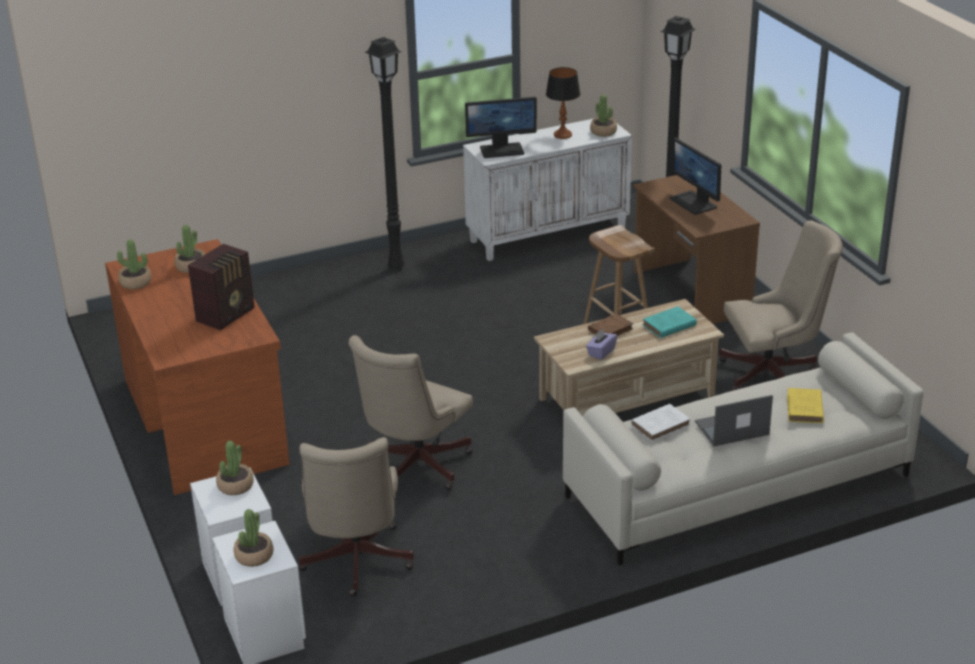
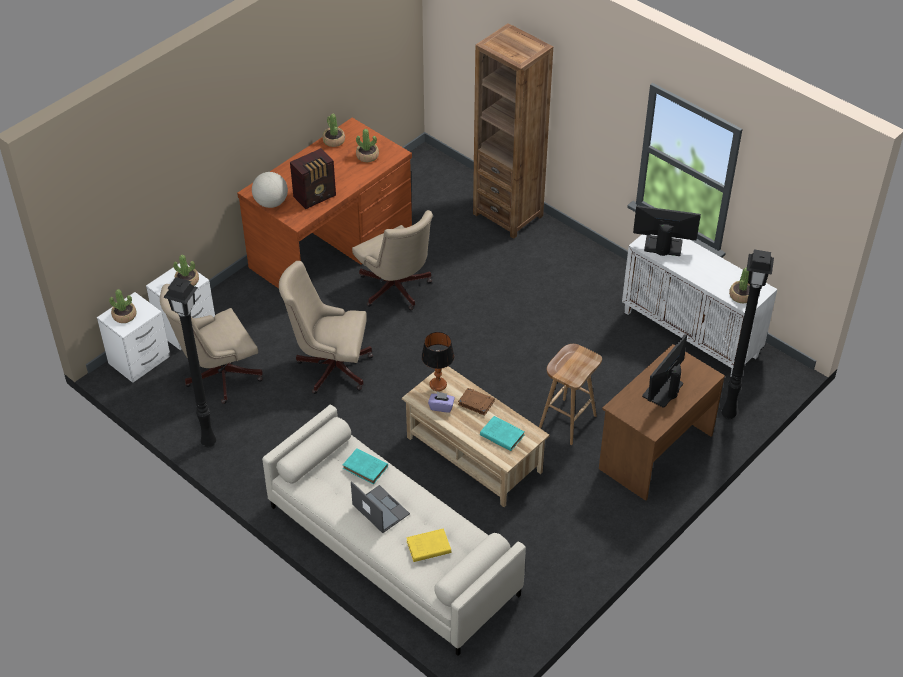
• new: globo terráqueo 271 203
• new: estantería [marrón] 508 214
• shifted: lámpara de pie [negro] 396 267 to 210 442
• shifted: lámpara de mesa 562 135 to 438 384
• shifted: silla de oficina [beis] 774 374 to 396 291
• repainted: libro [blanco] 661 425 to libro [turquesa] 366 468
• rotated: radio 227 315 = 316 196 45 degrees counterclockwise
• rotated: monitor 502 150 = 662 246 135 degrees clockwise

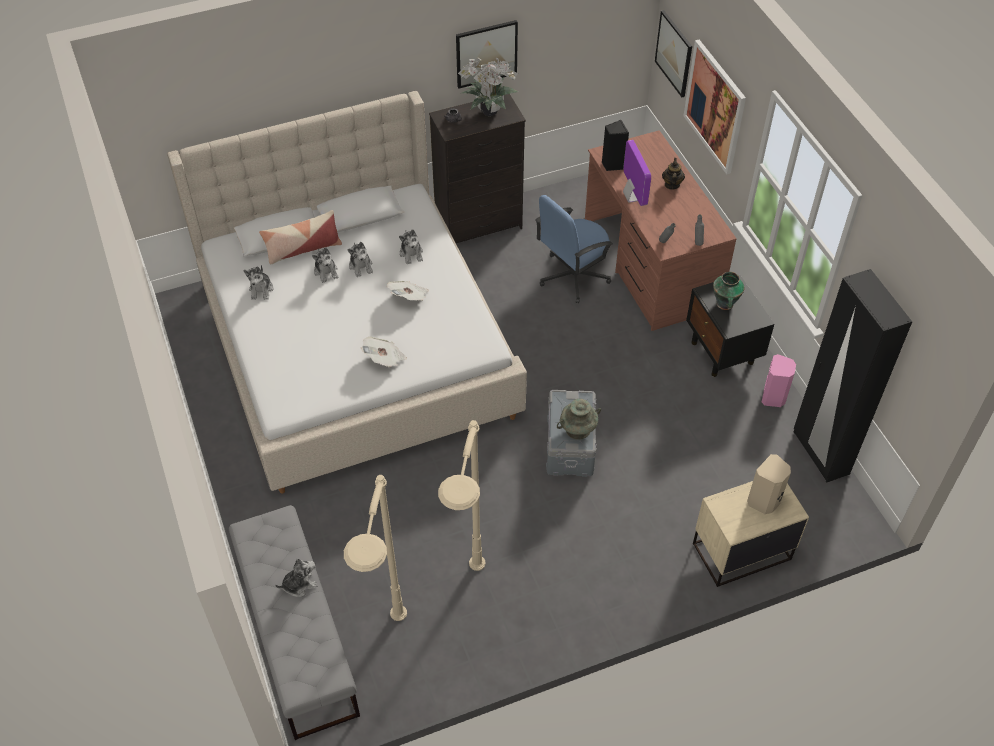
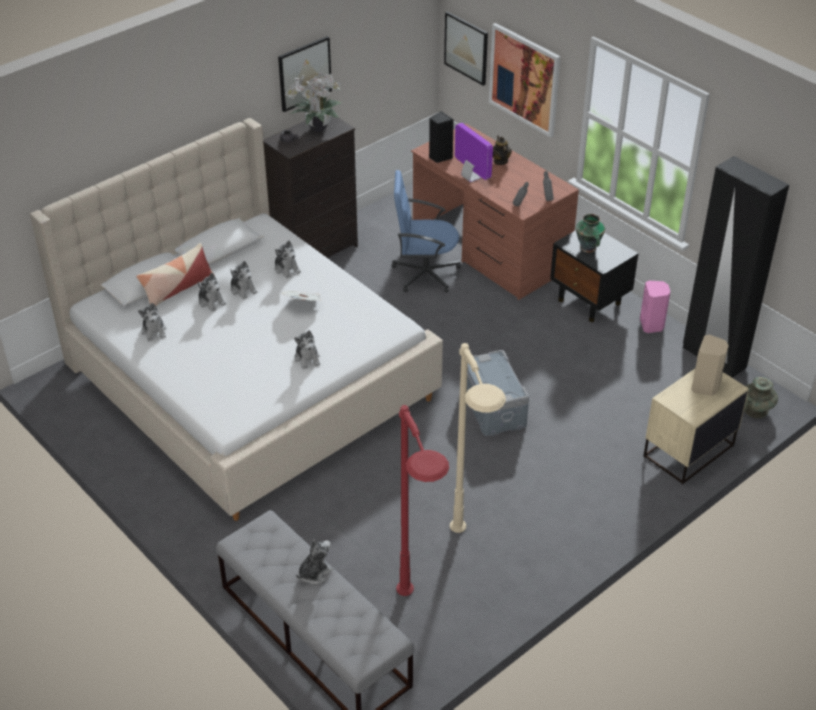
• shifted: florero [turquesa] 577 429 to 755 410
• swapped: periódico 384 359 to peluche 307 358
• repainted: lámpara de pie [beis] 390 663 to lámpara de pie [rojo] 418 633
• rotated: silla de oficina [azul] 572 276 = 424 274 60 degrees clockwise

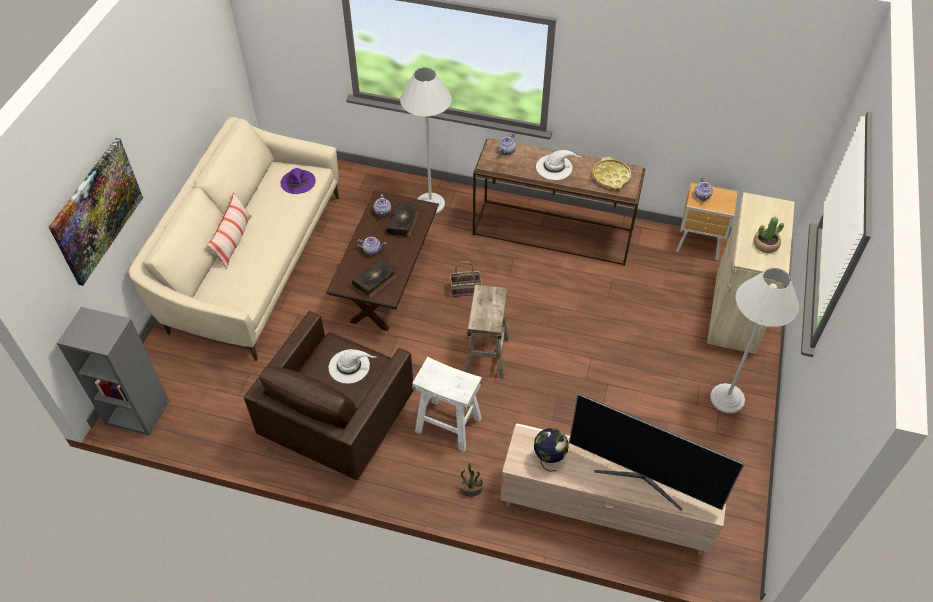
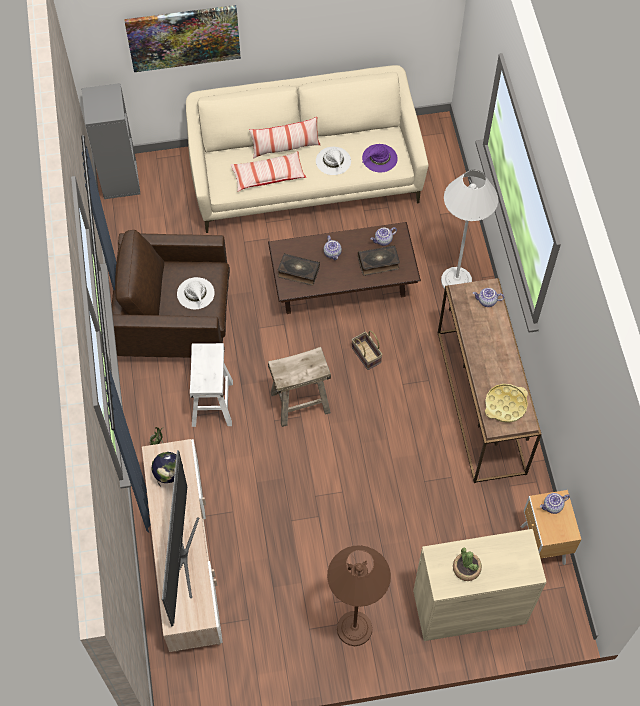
• new: cojín 268 176
• shifted: sombrero [blanco] 554 167 to 333 161
• repainted: lámpara de pie [blanco] 727 398 to lámpara de pie [marrón] 354 628

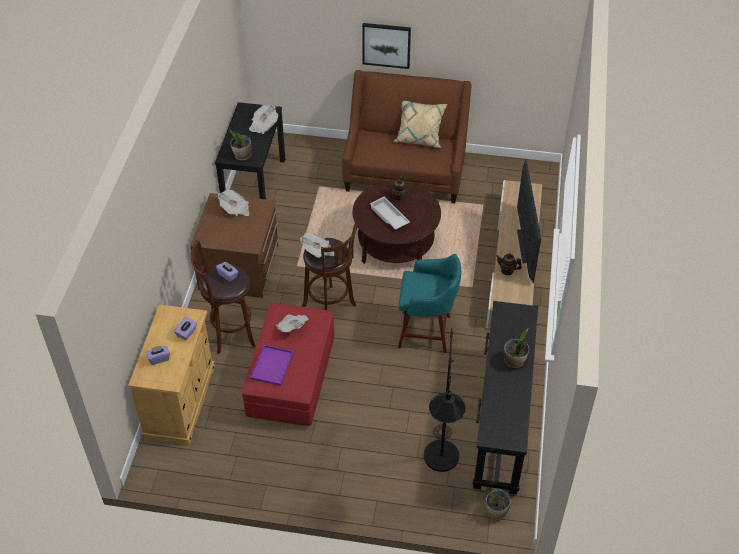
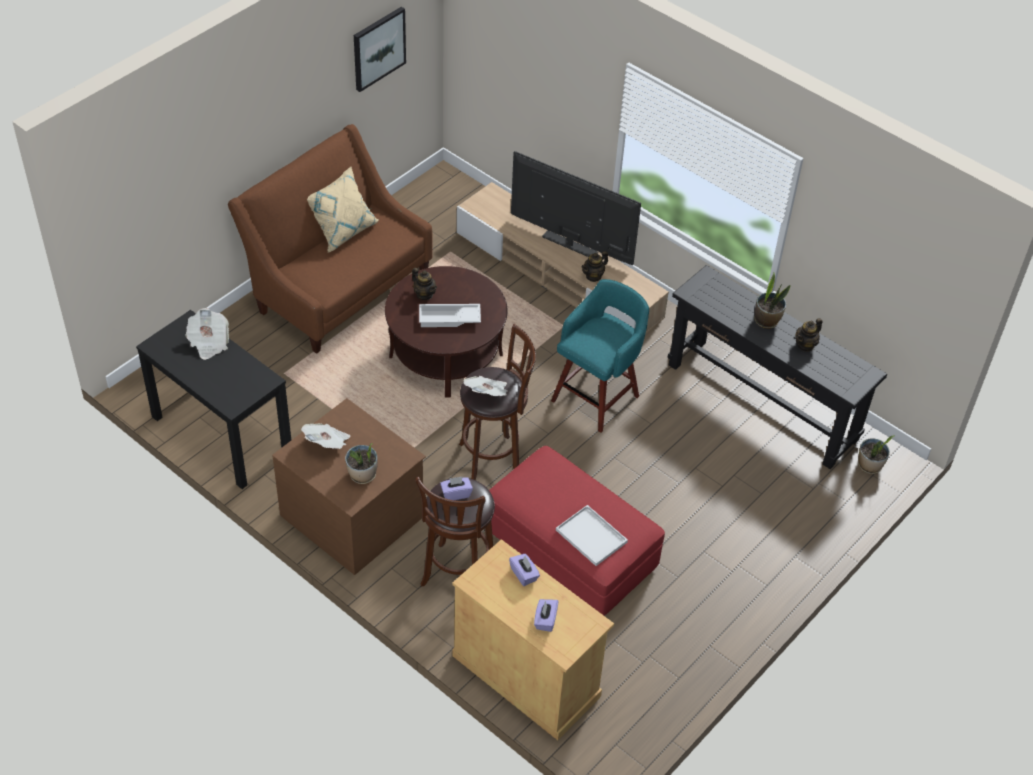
• gone: periódico 292 327
• gone: lámpara de pie [negro] 440 465
• new: tetera 805 345
• shifted: planta en maceta 242 155 to 362 475
• shifted: cuadro 386 45 to 378 48
• repainted: bandeja [morado] 272 365 to bandeja [blanco] 590 536

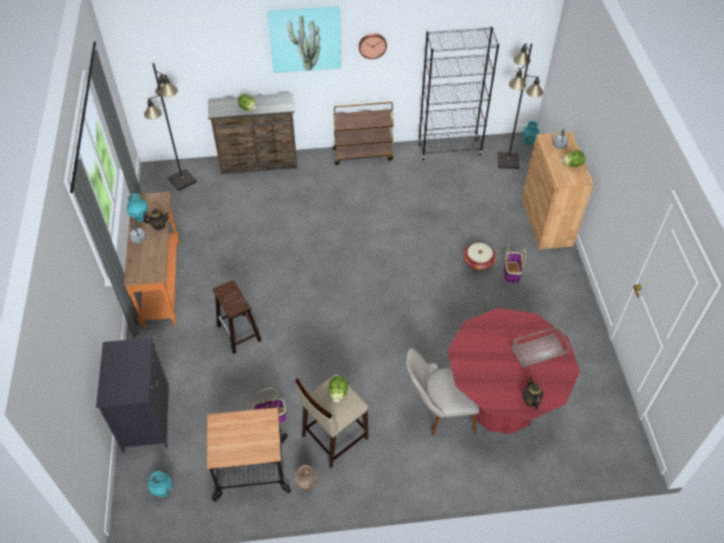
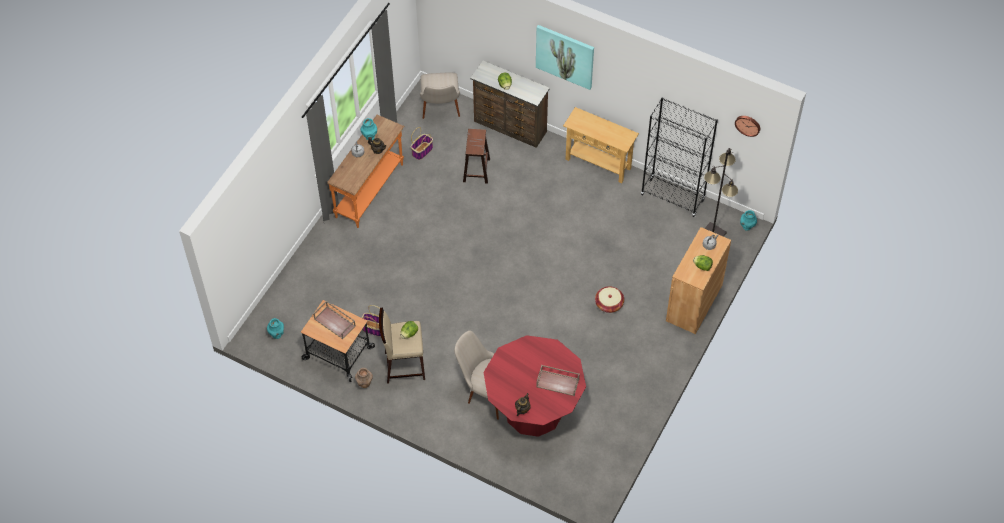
• gone: armario [negro] 146 417
• new: bandeja [marrón] 335 322
• shifted: taburete [marrón] 239 333 to 476 170
• shifted: reloj de pared 372 45 to 748 125
• shifted: cesta 511 272 to 422 151
• swapped: lámpara de pie [negro] 182 180 to silla [beis] 441 111
• swapped: carrito [marrón] 363 154 to mesa consola [beis] 598 163

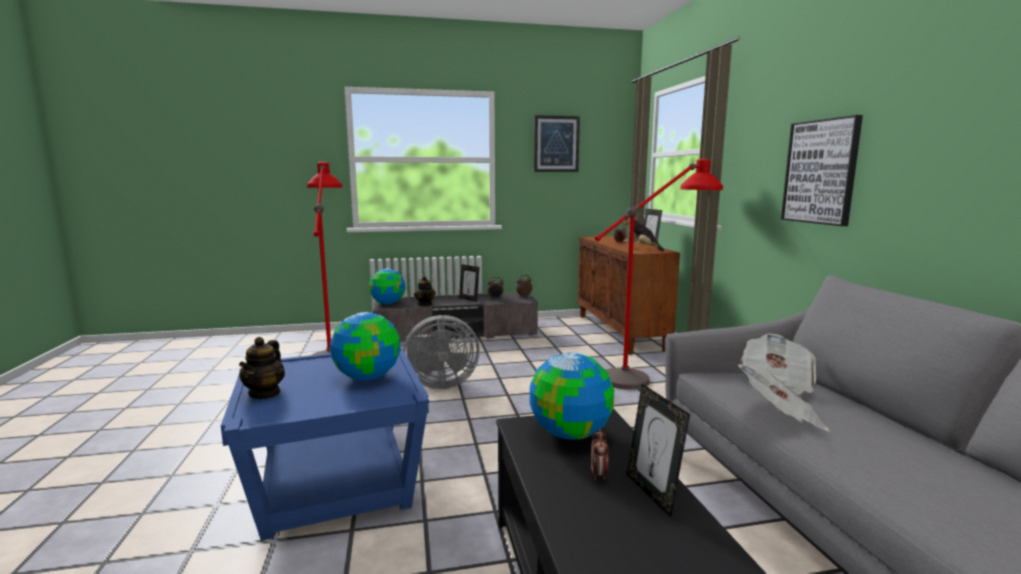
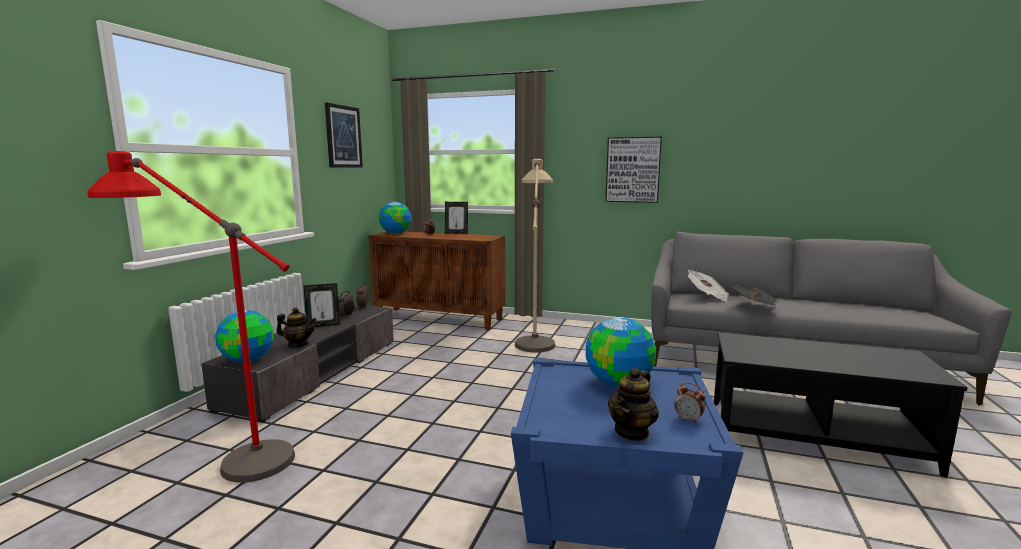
• gone: ventilador [gris] 439 384
• gone: peluche 641 248
• gone: portarretratos 652 493
• shifted: globo terráqueo 570 433 to 395 233
• shifted: despertador 598 474 to 688 419
• repainted: lámpara de pie [rojo] 651 374 to lámpara de pie [beis] 535 335
• rotated: tetera 265 393 = 632 432 90 degrees clockwise

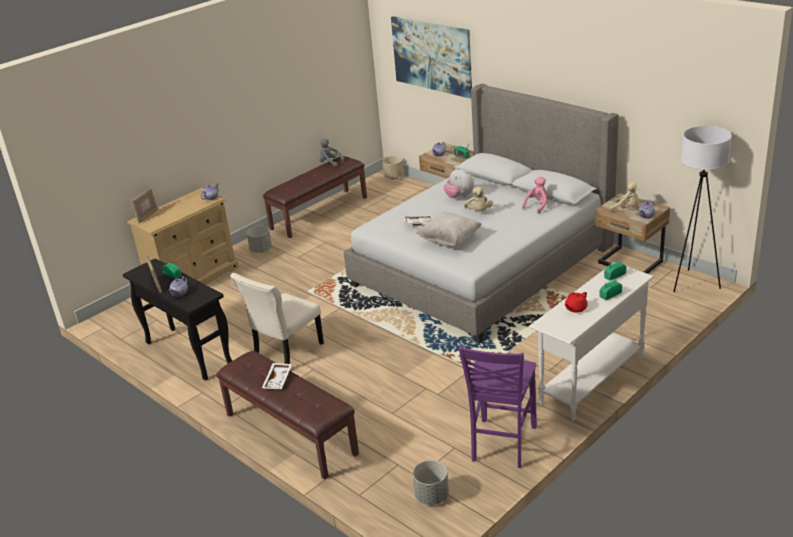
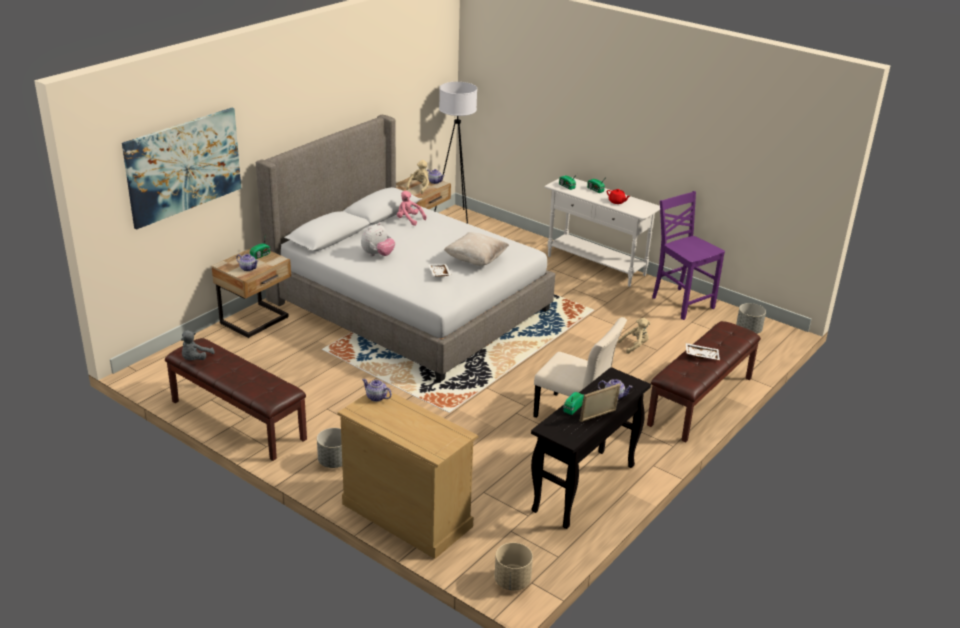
• gone: portarretratos 147 216
• shifted: maceta [beis] 394 177 to 512 581
• shifted: peluche [beis] 478 212 to 635 346
• rotated: silla [morado] 502 444 = 681 303 135 degrees counterclockwise

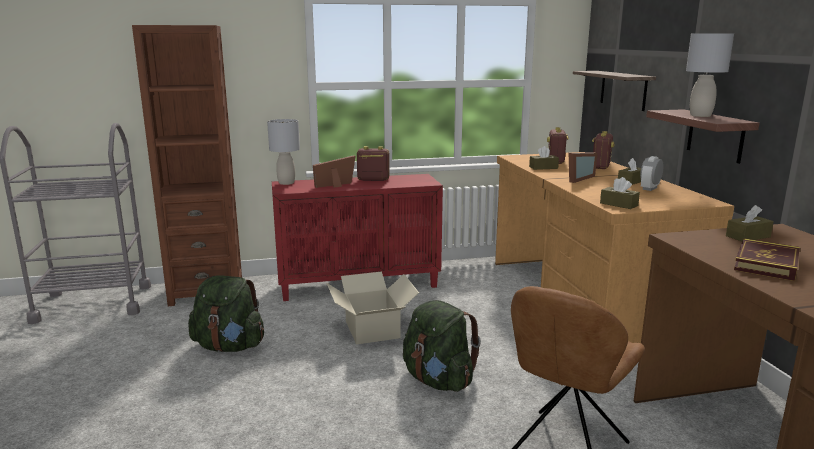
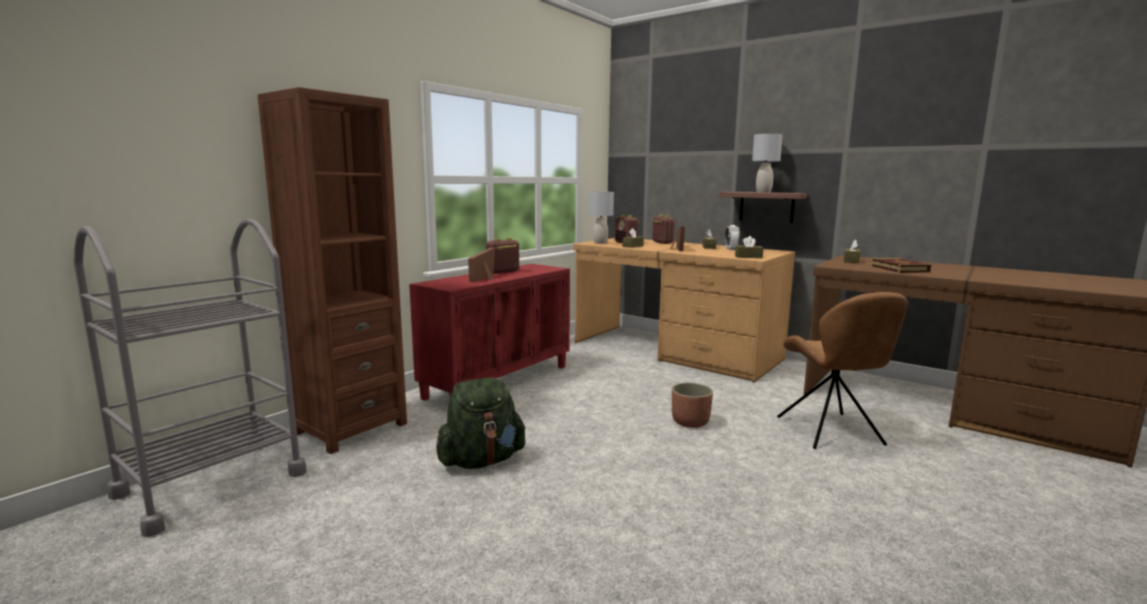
• gone: caja de cartón 373 329
• gone: estante 623 90
• shifted: lámpara de mesa [gris] 286 183 to 600 243
• swapped: mochila [verde] 438 380 to maceta 690 422

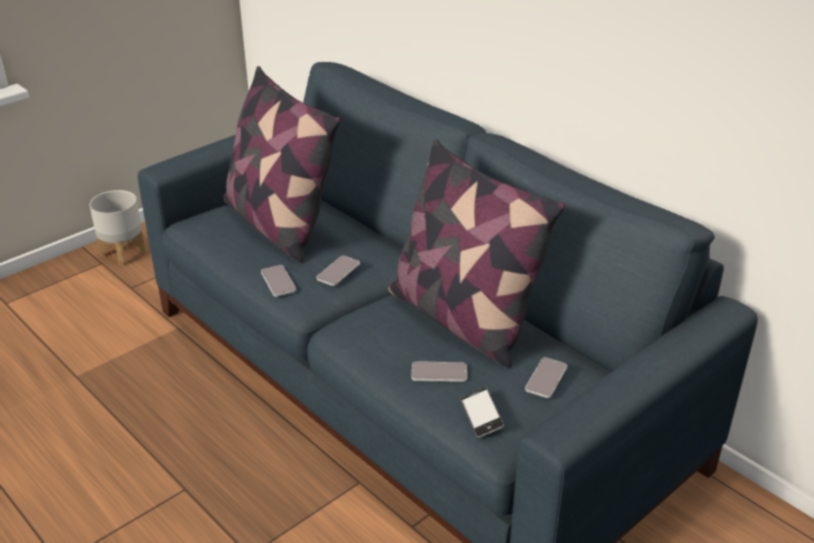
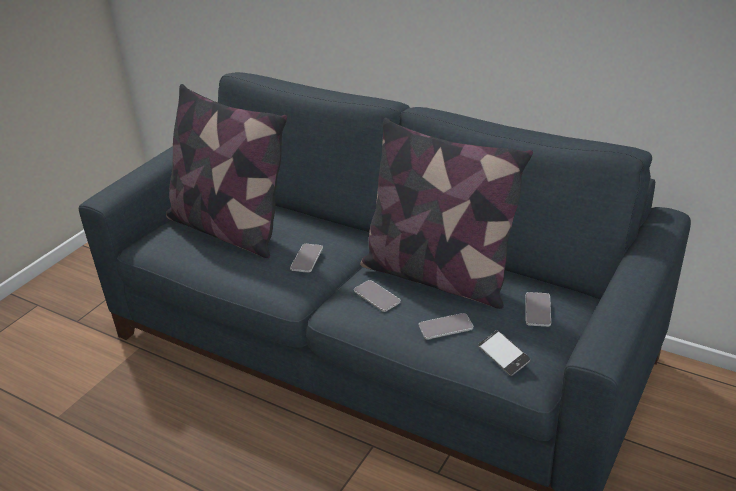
• gone: maceta [gris] 124 253
• shifted: móvil 278 282 to 376 296

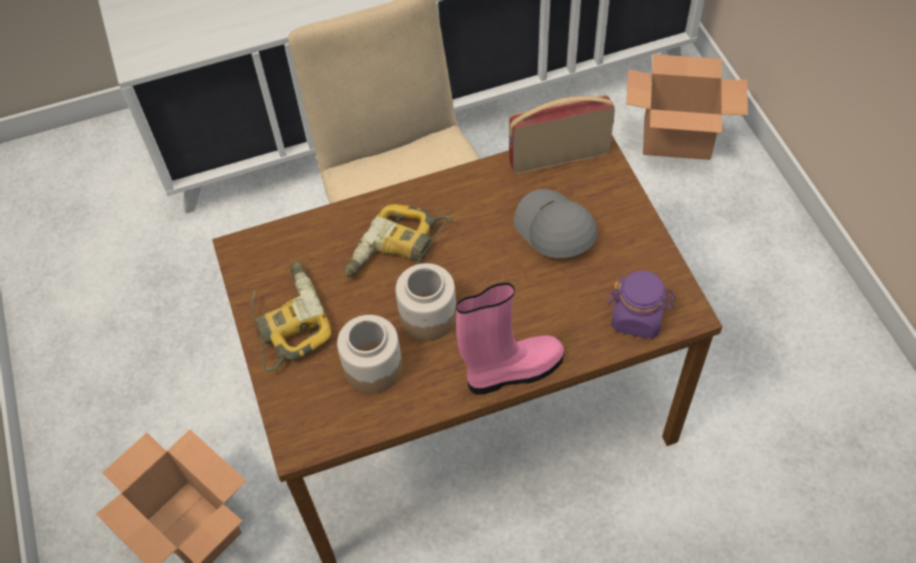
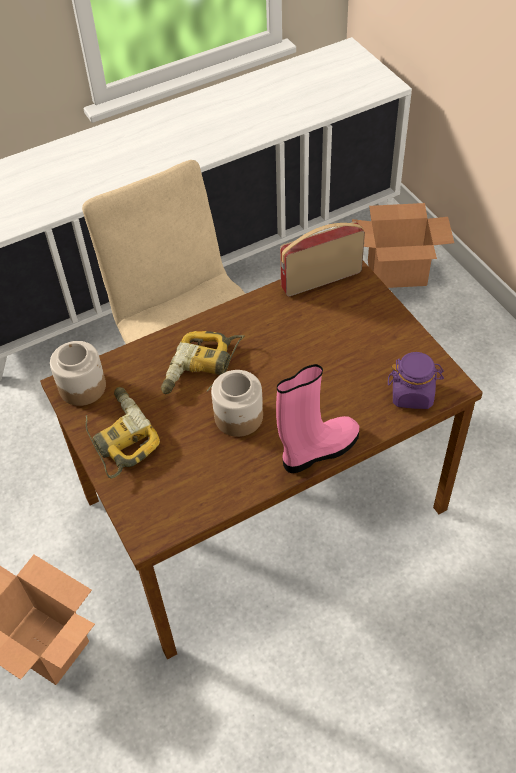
• gone: gorra [gris] 553 230
• shifted: tarro 373 367 to 82 387

